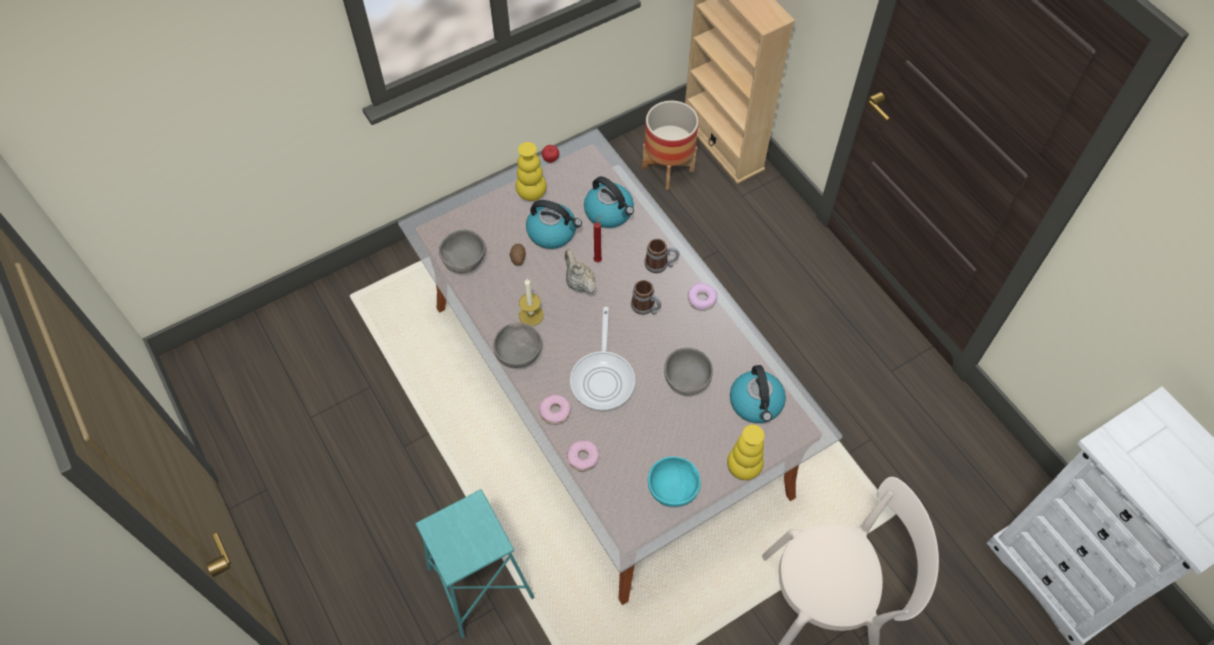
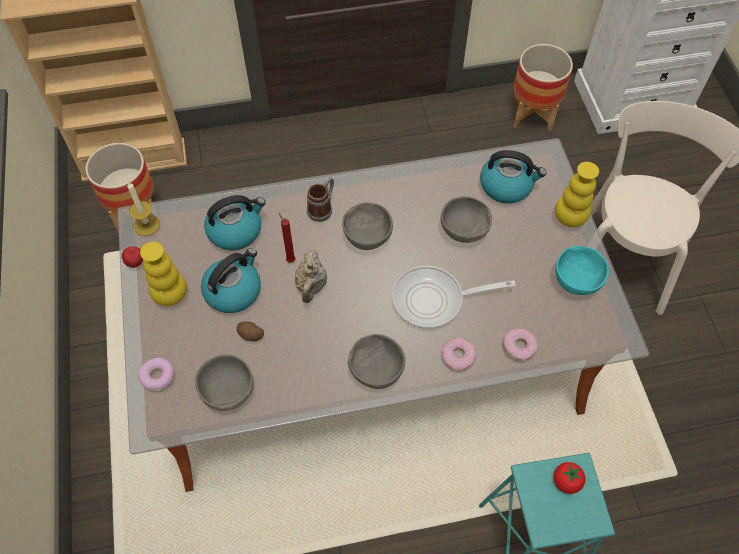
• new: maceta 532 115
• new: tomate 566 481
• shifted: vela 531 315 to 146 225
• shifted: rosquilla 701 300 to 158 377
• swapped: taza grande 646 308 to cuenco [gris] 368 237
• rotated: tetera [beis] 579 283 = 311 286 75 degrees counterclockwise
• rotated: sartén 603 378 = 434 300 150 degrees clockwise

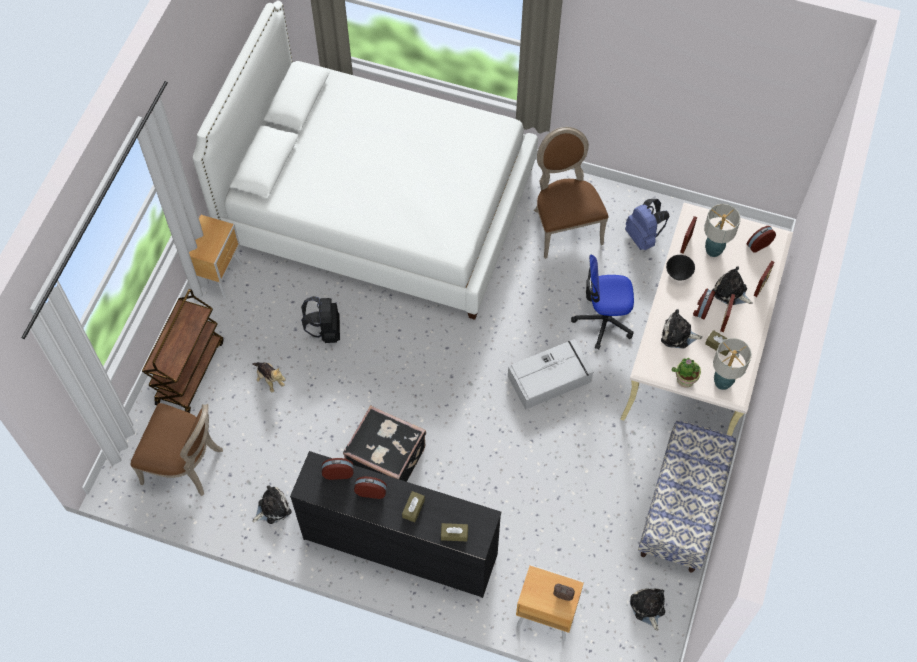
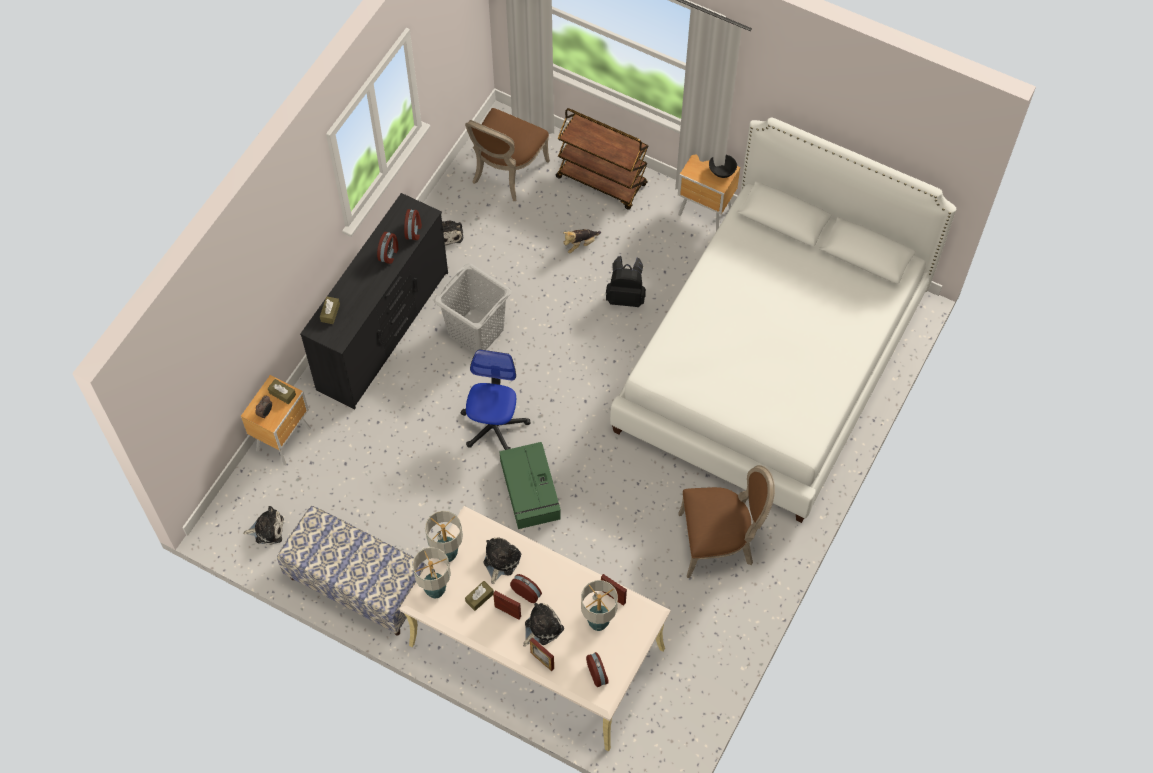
• gone: mochila [azul] 643 237
• shifted: caja de pañuelos [marrón] 413 508 to 282 394
• shifted: silla de oficina 603 320 to 494 425
• shifted: cuenco [negro] 678 272 to 722 171
• swapped: maleta [negro] 386 457 to cesto de la ropa [gris] 476 331
• swapped: planta en maceta 685 379 to lámpara de mesa 447 555
• repainted: caja de almacenaje [gris] 550 378 to caja de almacenaje [verde] 530 491

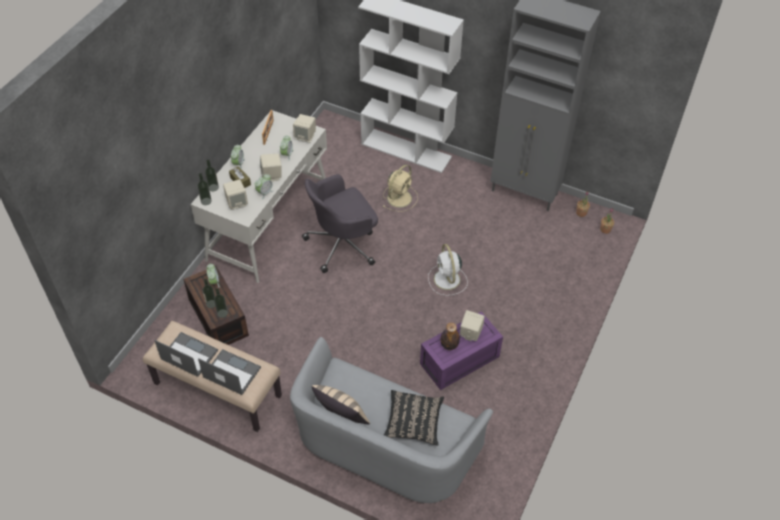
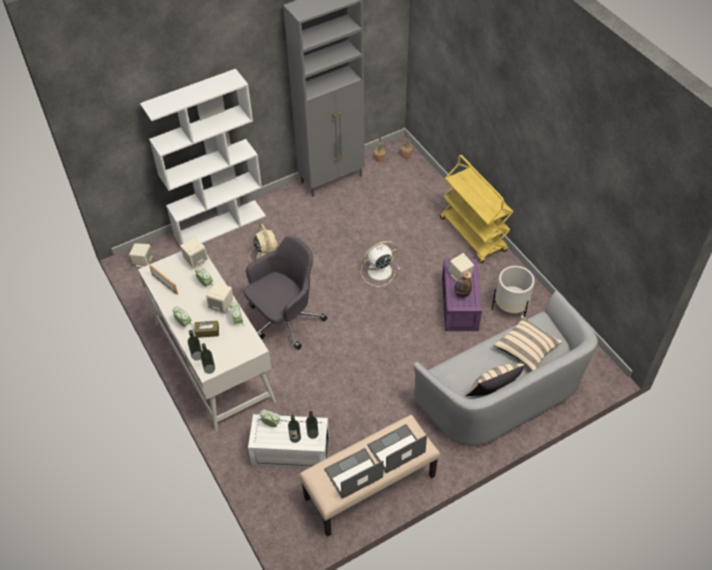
• new: carrito [amarillo] 473 235
• new: maceta [blanco] 511 308
• shifted: altavoz [beis] 237 203 to 143 262
• repainted: caja de almacenaje [marrón] 217 317 to caja de almacenaje [blanco] 289 452
• repainted: cojín [negro] 413 422 to cojín [beis] 526 349
• rotated: silla de oficina [gris] 343 244 = 284 320 135 degrees counterclockwise
• rotated: ventilador [blanco] 447 280 = 378 271 135 degrees clockwise

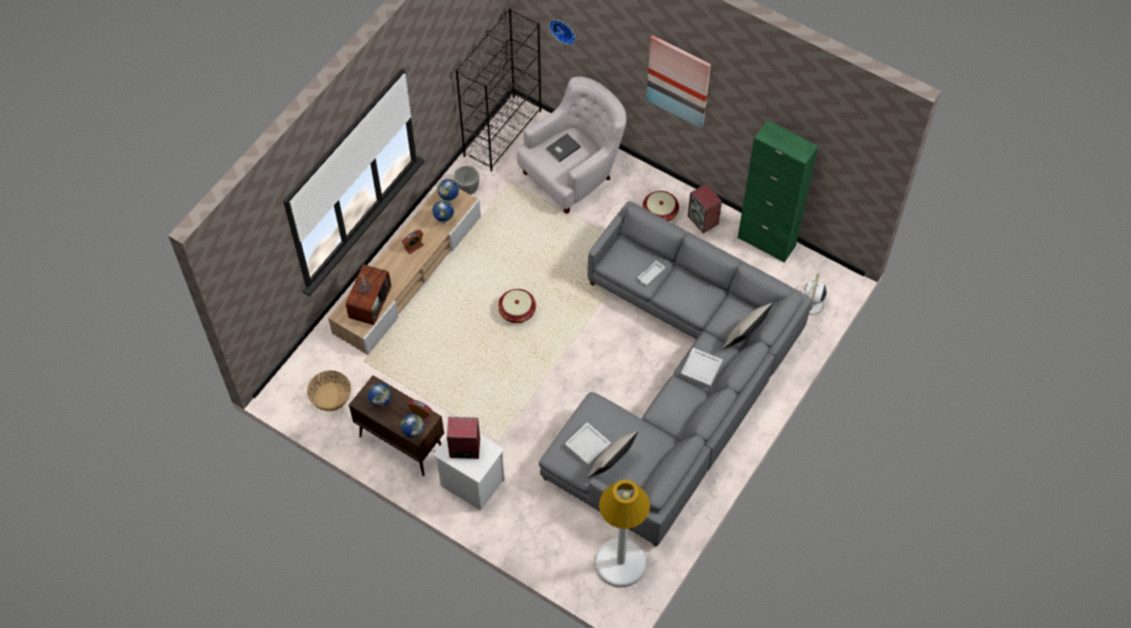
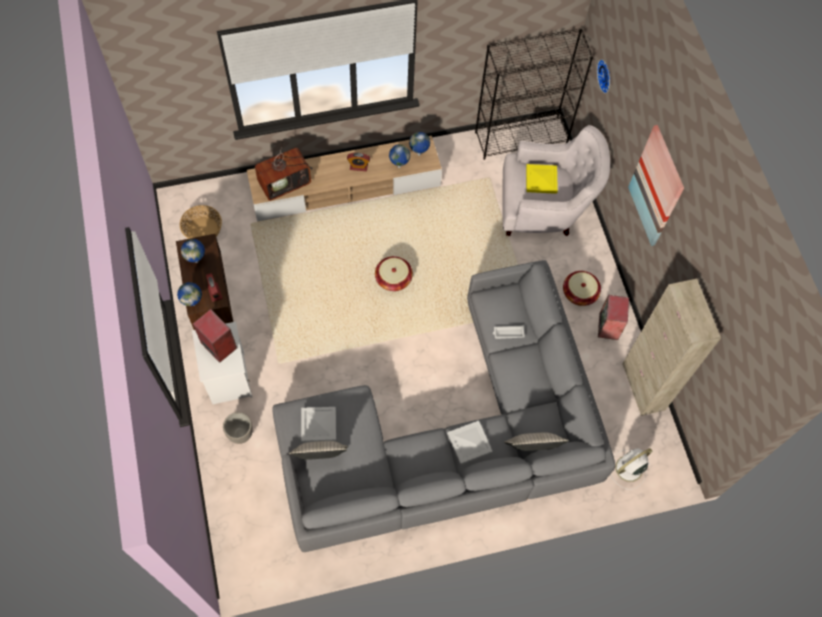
• gone: lámpara de pie [blanco] 620 563
• shifted: maceta 467 189 to 240 434
• swapped: libro [gris] 562 148 to bandeja [amarillo] 540 179
• repainted: armario [verde] 766 242 to armario [beis] 643 386

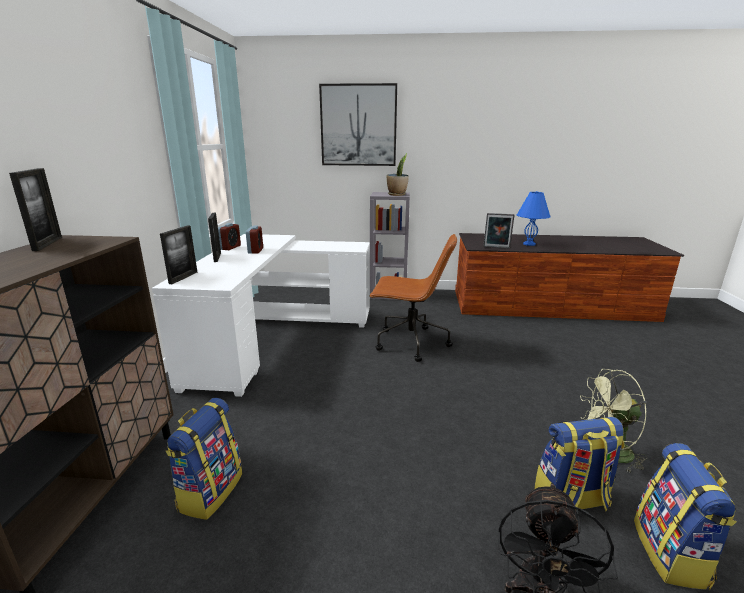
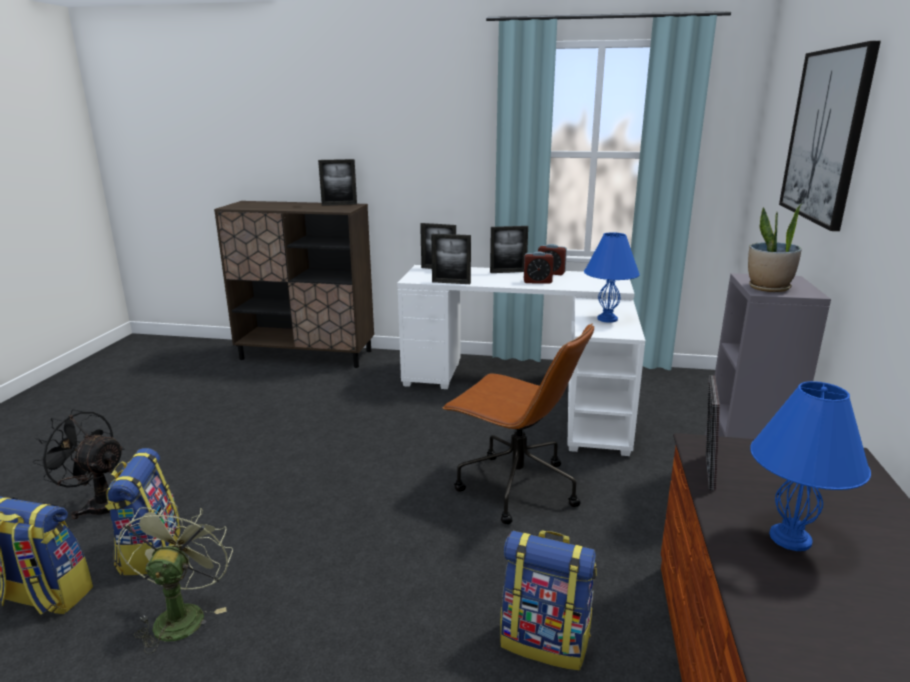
• new: portarretratos 451 282
• new: lámpara de mesa [azul] 607 319
• shifted: mochila 210 491 to 545 641
• rotated: silla de oficina [marrón] 410 343 = 515 487 75 degrees counterclockwise

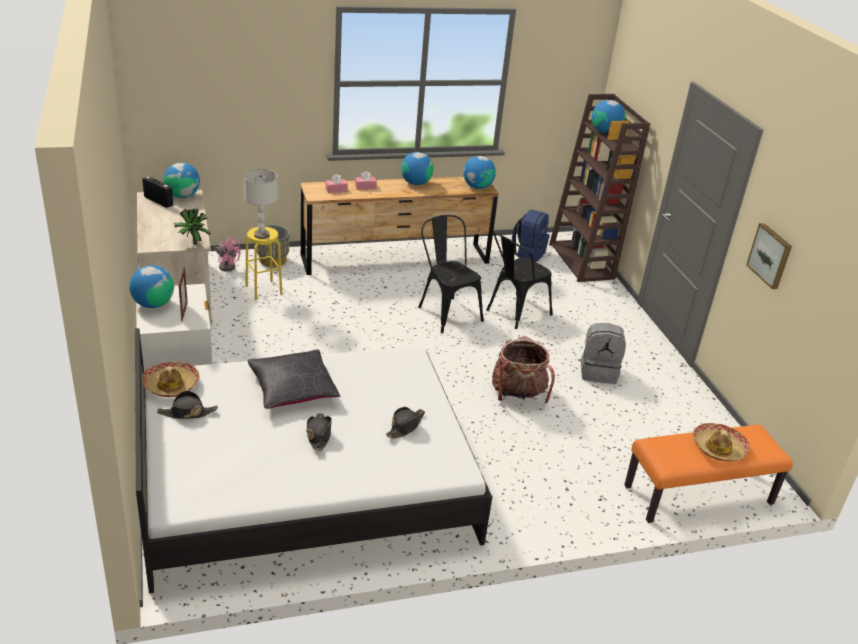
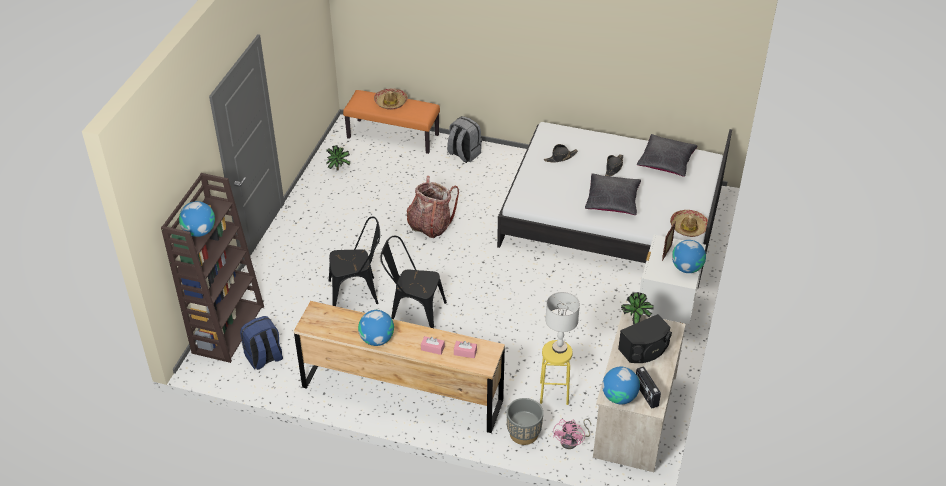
• gone: sombrero [negro] 187 413
• gone: globo terráqueo 477 187
• gone: cuadro 770 255
• new: planta en maceta 339 169
• new: altavoz [negro] 645 350
• new: cojín [negro] 666 162
• shifted: mochila [gris] 598 372 to 464 154
• rotated: ventilador [rosa] 227 265 = 572 441 135 degrees counterclockwise
• rotated: silla [negro] 446 312 = 413 313 105 degrees clockwise

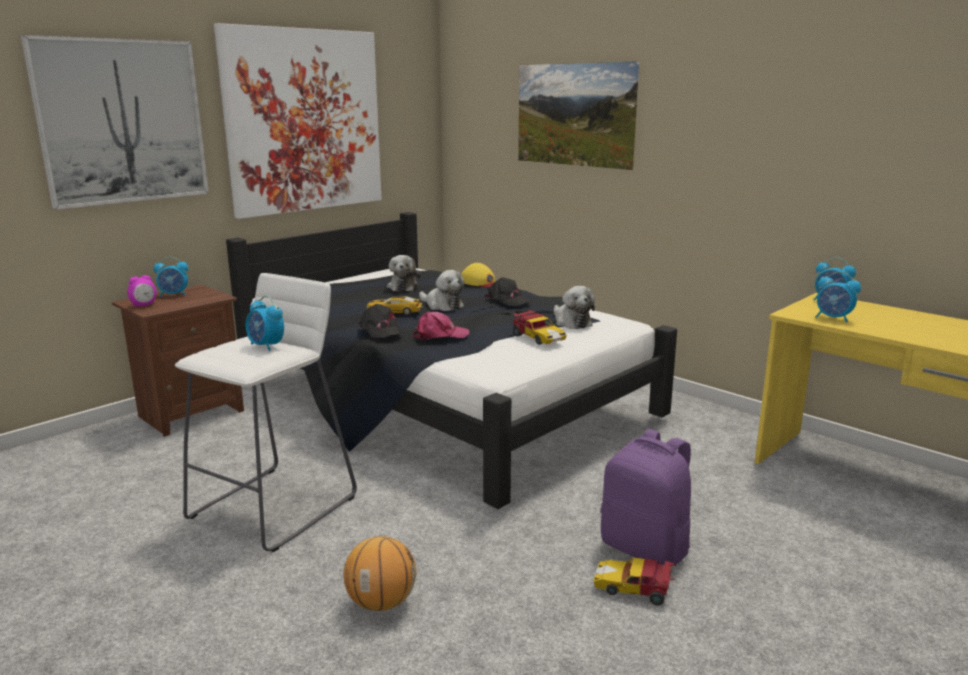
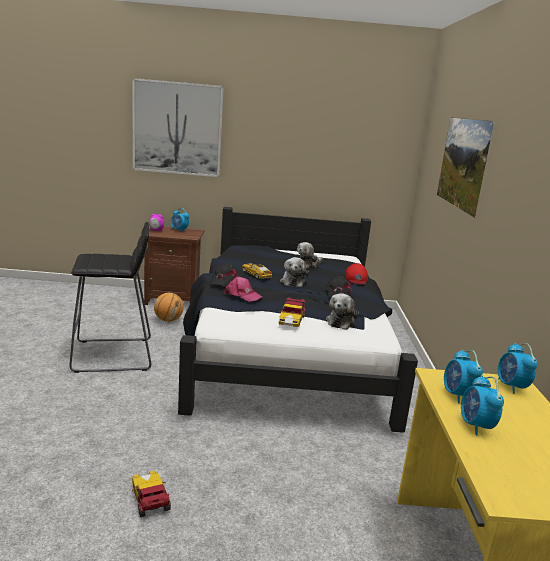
• gone: cuadro 304 121
• gone: mochila [morado] 646 548
• shifted: despertador 266 346 to 476 426
• shifted: balón de baloncesto 381 602 to 168 320
• repainted: taburete [blanco] 275 507 to taburete [negro] 114 355
• repainted: gorra [amarillo] 480 282 to gorra [rojo] 356 279

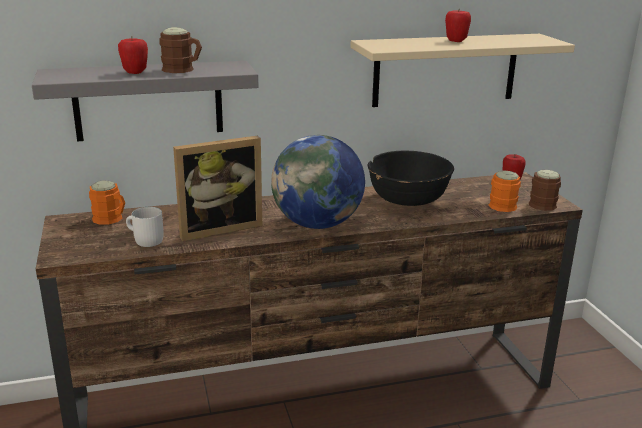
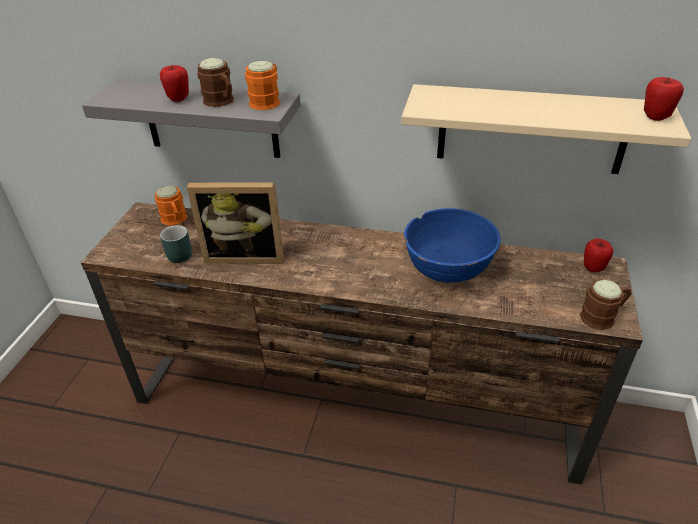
• gone: globo terráqueo 317 224
• shifted: manzana 456 41 to 655 117
• shifted: taza grande [naranja] 501 204 to 267 100
• repainted: taza grande [blanco] 144 241 to taza grande [turquesa] 176 254
• repainted: cuenco [negro] 408 201 to cuenco [azul] 448 268

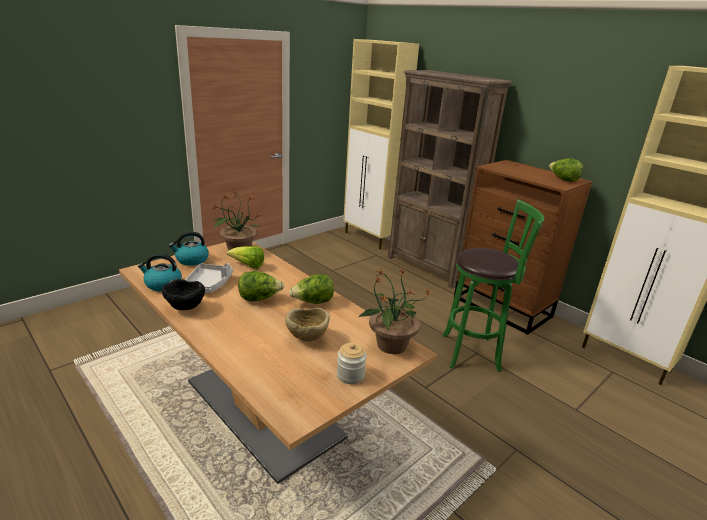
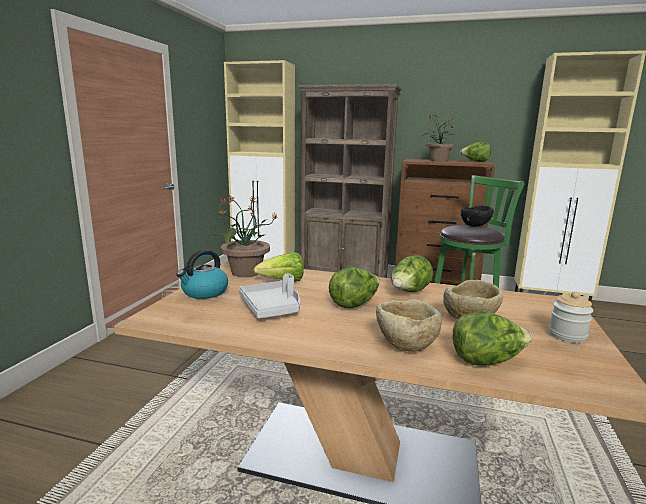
• gone: hervidor 162 284
• new: cuenco [beis] 405 345
• new: lechuga 486 361
• shifted: cuenco [negro] 185 308 to 475 226
• shifted: planta en maceta 390 345 to 438 160

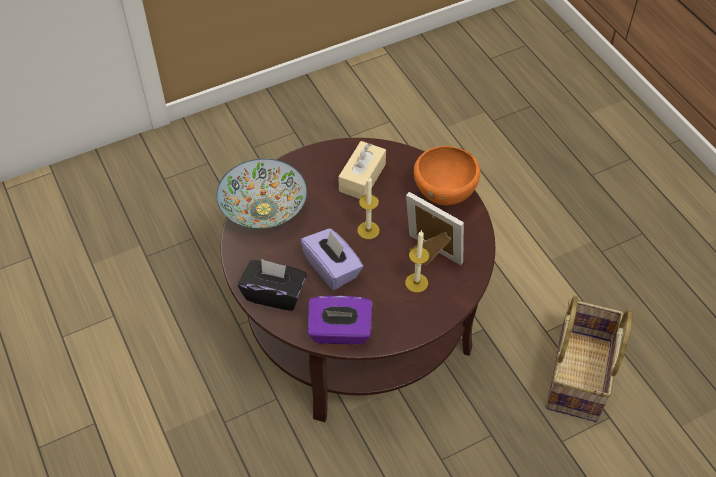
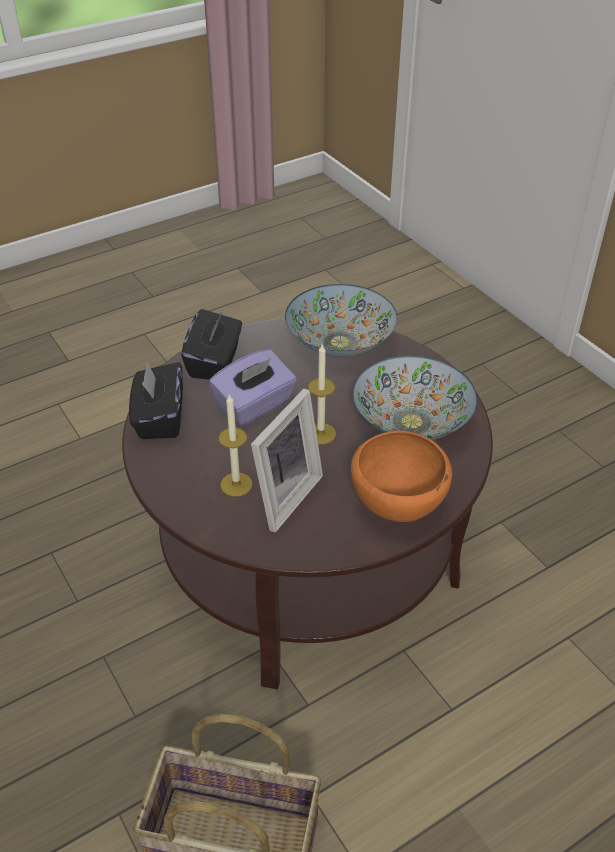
• swapped: caja de pañuelos [beis] 362 178 to cuenco 412 422
• repainted: caja de pañuelos [morado] 340 332 to caja de pañuelos [negro] 159 418

